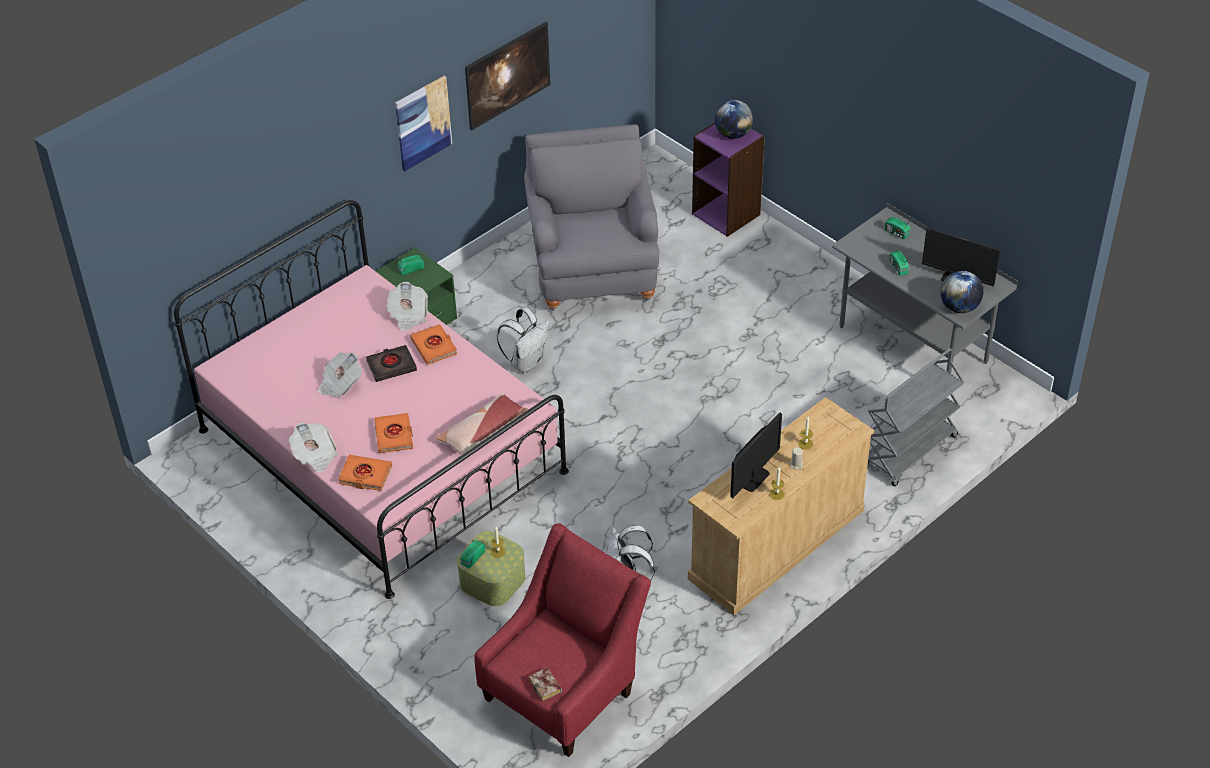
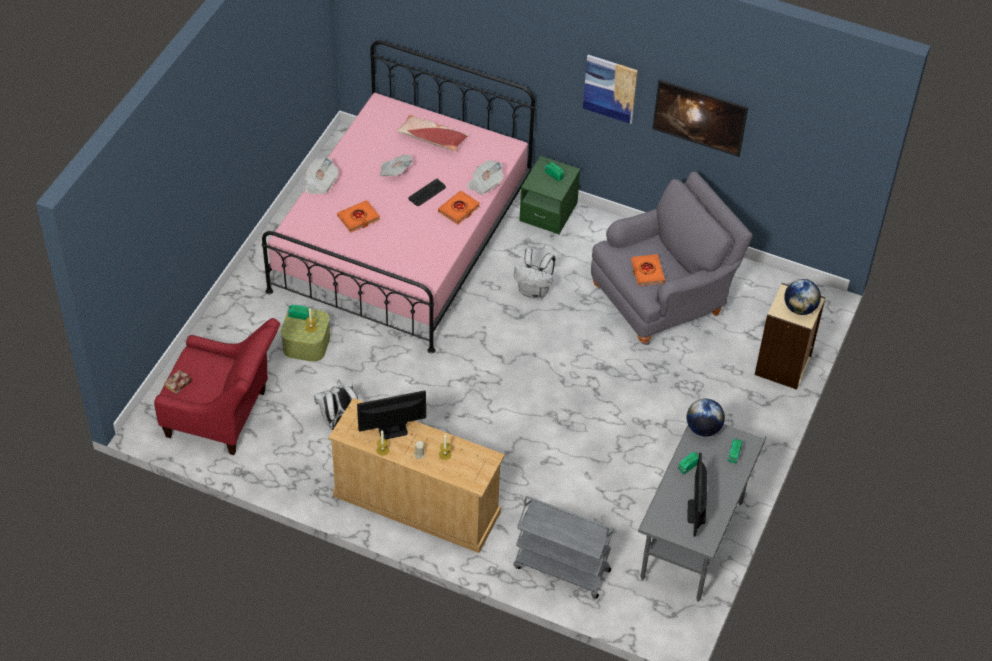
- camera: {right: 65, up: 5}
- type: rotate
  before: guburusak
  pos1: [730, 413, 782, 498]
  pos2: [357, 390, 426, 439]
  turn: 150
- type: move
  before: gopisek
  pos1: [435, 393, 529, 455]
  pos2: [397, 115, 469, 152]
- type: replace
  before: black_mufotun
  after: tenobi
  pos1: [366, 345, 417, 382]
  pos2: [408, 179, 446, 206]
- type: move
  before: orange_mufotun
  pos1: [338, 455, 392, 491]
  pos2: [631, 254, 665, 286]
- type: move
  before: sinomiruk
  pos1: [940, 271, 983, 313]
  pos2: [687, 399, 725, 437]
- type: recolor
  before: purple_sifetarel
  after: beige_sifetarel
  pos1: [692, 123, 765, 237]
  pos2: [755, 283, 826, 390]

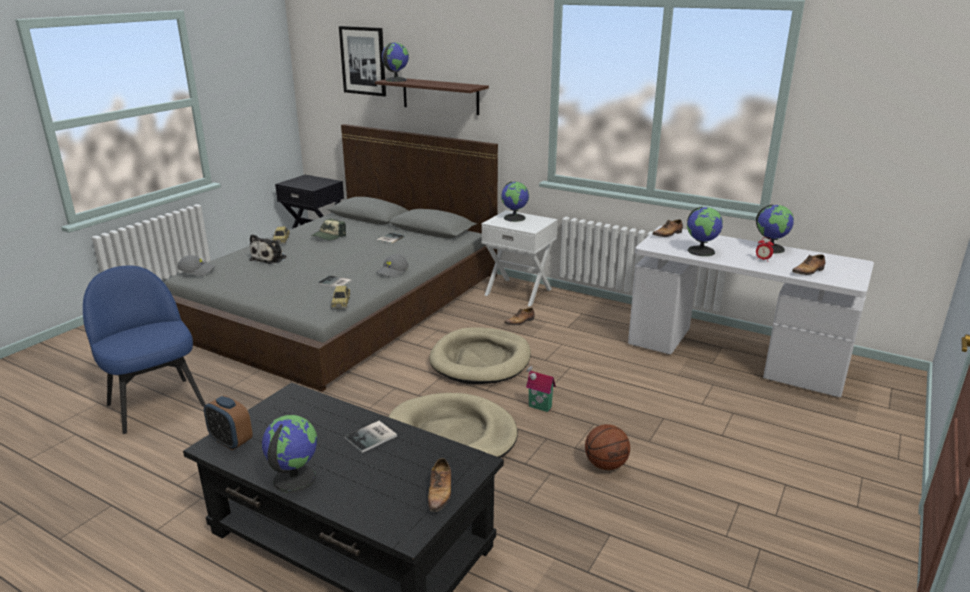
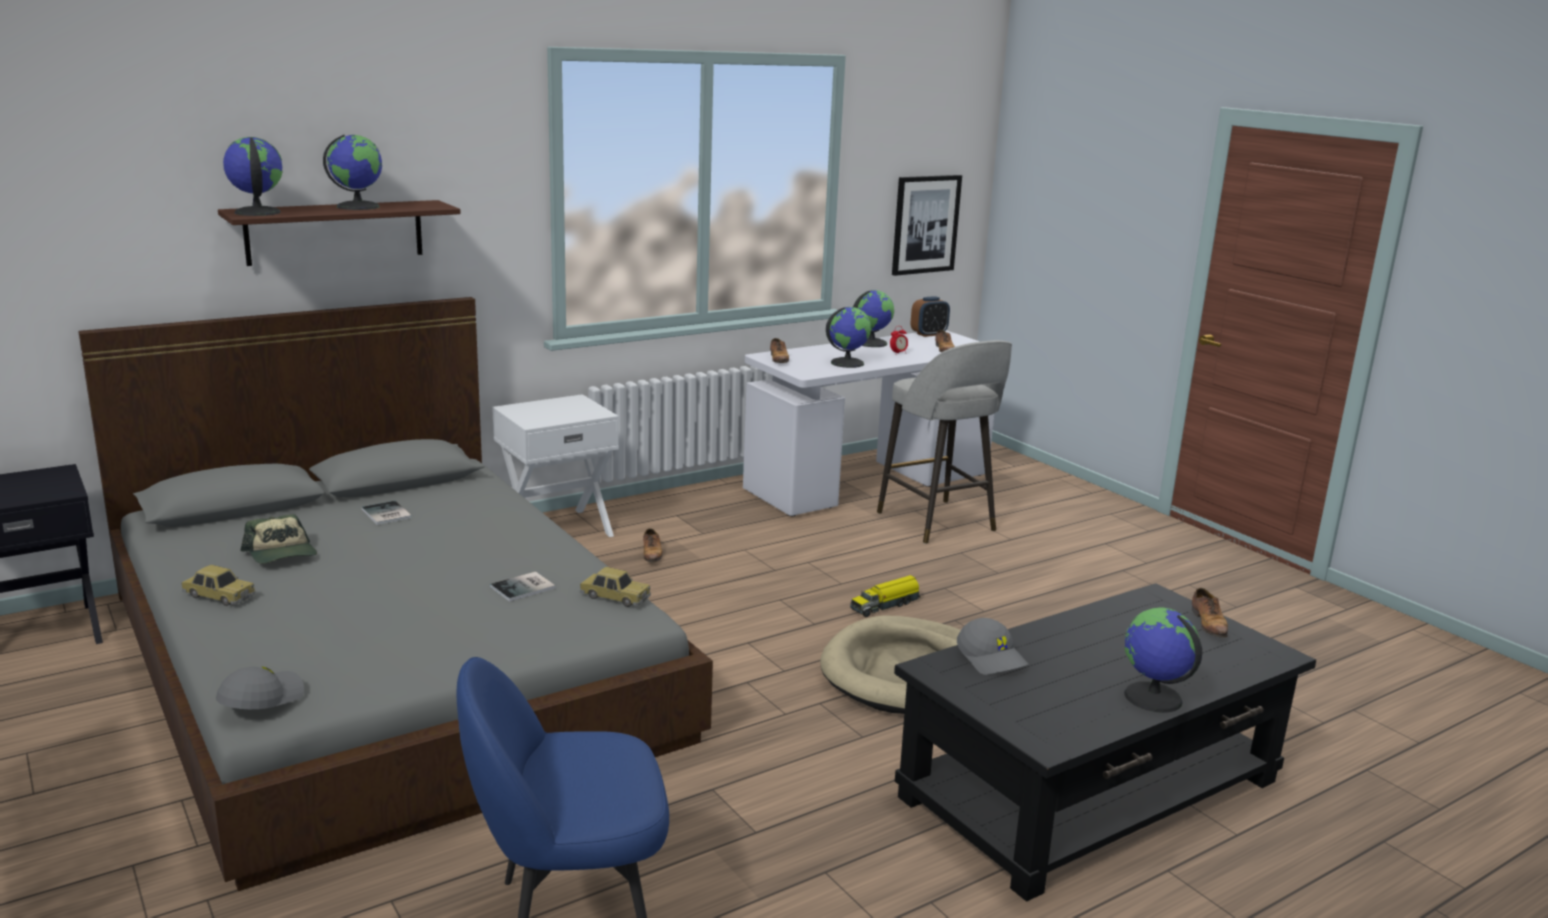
- camera: {right: -65, up: -5}
- type: move
  before: sinomiruk
  pos1: [501, 181, 529, 222]
  pos2: [323, 135, 382, 210]
- type: replace
  before: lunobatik
  after: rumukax
  pos1: [526, 365, 556, 412]
  pos2: [850, 575, 921, 617]
- type: insert
  after: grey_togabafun
  pos2: [877, 340, 1012, 544]
- type: move
  before: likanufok
  pos1: [339, 26, 386, 96]
  pos2: [892, 175, 962, 276]
- type: move
  before: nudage
  pos1: [204, 396, 253, 450]
  pos2: [911, 297, 950, 337]
- type: move
  before: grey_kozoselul
  pos1: [376, 254, 409, 278]
  pos2: [957, 618, 1028, 675]
- type: rotate
  before: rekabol
  pos1: [428, 458, 451, 512]
  pos2: [1192, 588, 1228, 637]
  turn: 60
- type: delete
  before: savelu
  pos1: [249, 234, 287, 264]
- type: delete
  before: mufotun
  pos1: [345, 421, 397, 453]
- type: delete
  before: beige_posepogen
  pos1: [429, 327, 531, 384]
- type: delete
  before: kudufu
  pos1: [585, 424, 630, 470]

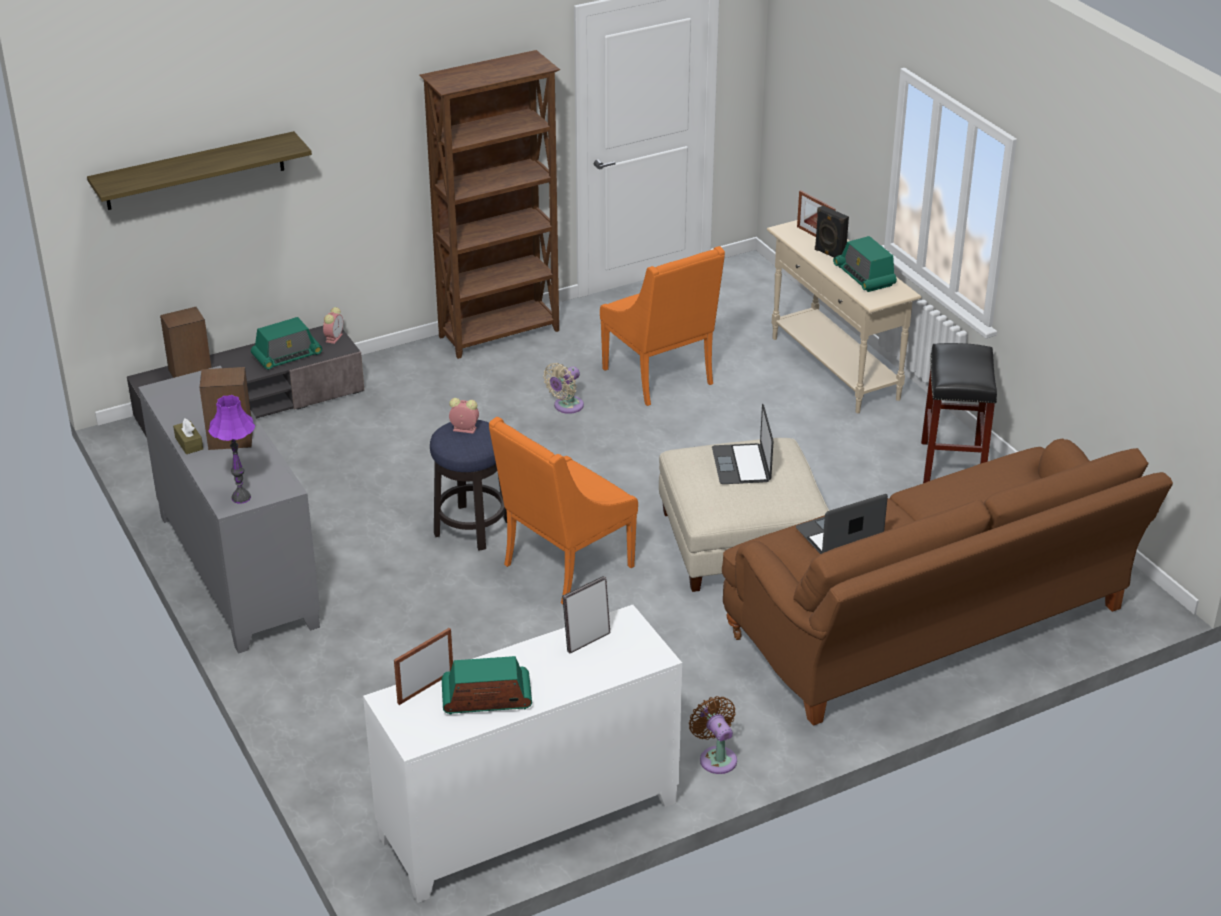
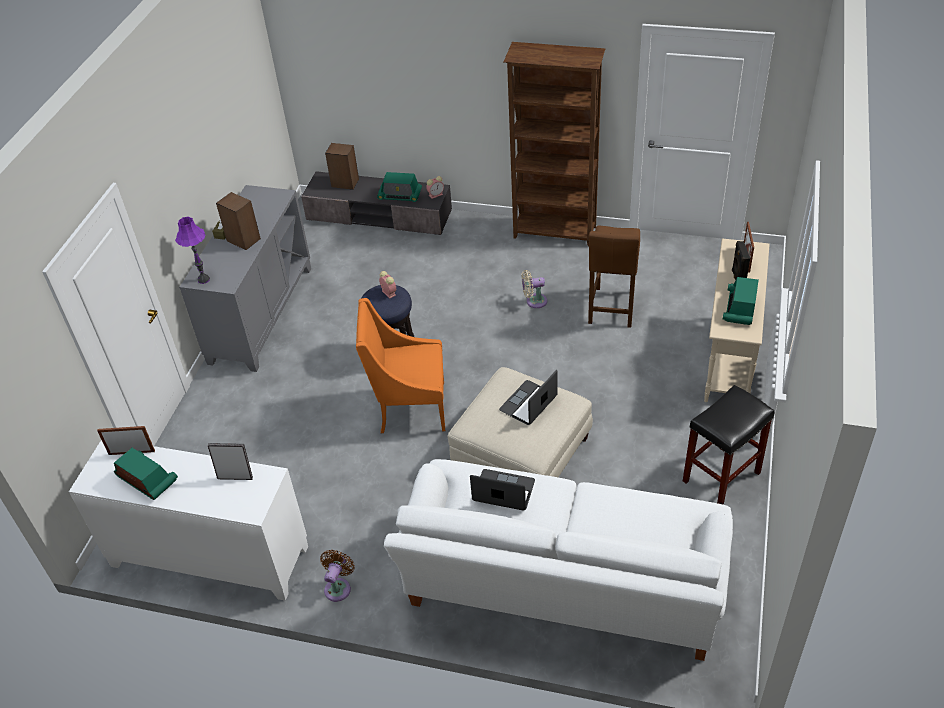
- camera: {right: 45, up: 10}
- type: recolor
  before: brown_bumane
  after: white_bumane
  pos1: [722, 439, 1173, 726]
  pos2: [384, 459, 733, 661]
- type: replace
  before: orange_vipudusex
  after: brown_togabafun
  pos1: [600, 246, 725, 406]
  pos2: [588, 226, 640, 328]
- type: delete
  before: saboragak
  pos1: [87, 131, 312, 210]

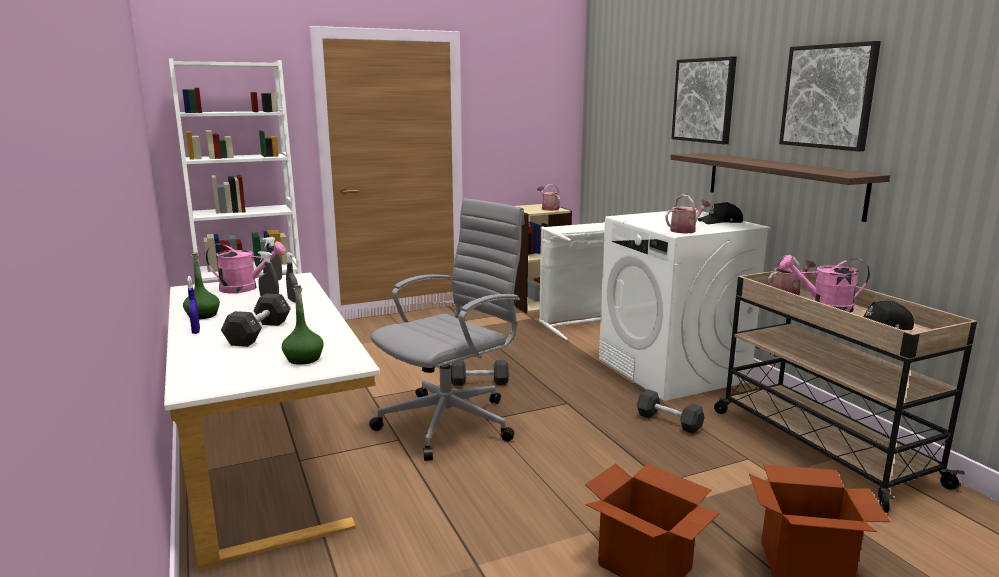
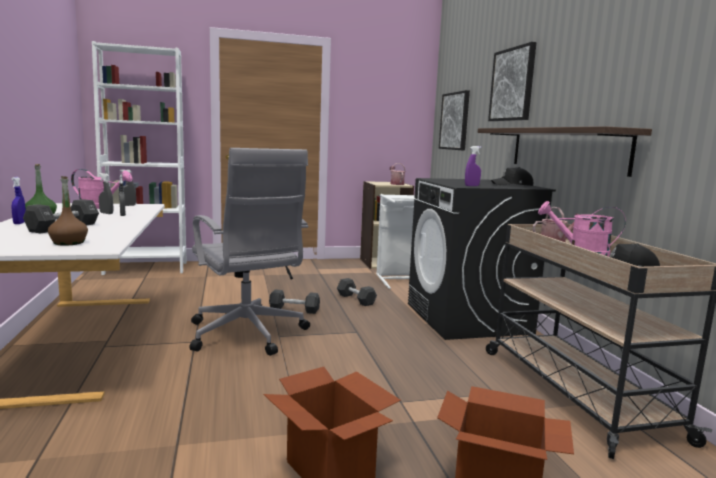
- camera: {right: 10, up: -5}
- type: recolor
  before: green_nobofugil
  after: brown_nobofugil
  pos1: [282, 285, 324, 365]
  pos2: [48, 176, 88, 246]
- type: rotate
  before: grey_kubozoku
  pos1: [369, 198, 525, 461]
  pos2: [190, 148, 310, 356]
  turn: 90
- type: move
  before: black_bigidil
  pos1: [637, 389, 705, 434]
  pos2: [337, 278, 377, 306]
- type: recolor
  before: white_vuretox
  after: black_vuretox
  pos1: [599, 210, 771, 401]
  pos2: [408, 178, 556, 340]
- type: move
  before: likanufok
  pos1: [779, 41, 881, 151]
  pos2: [439, 90, 470, 150]
- type: replace
  before: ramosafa
  after: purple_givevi
  pos1: [665, 195, 711, 234]
  pos2: [465, 146, 481, 186]

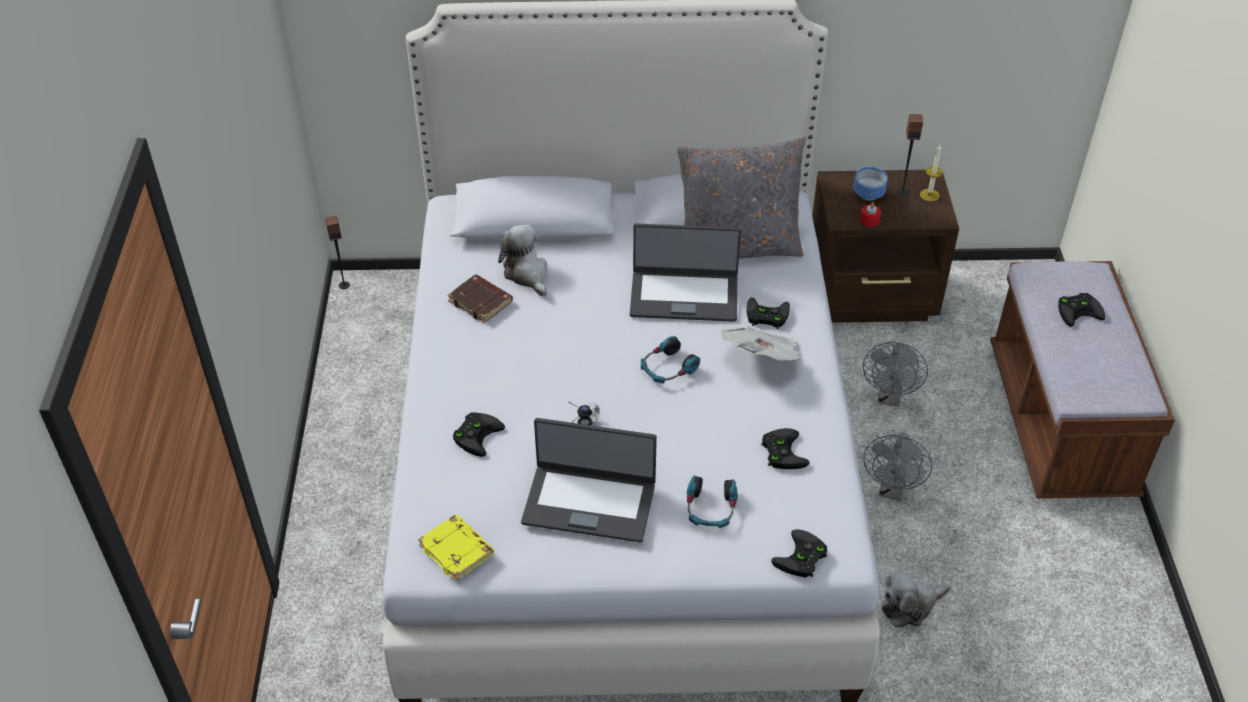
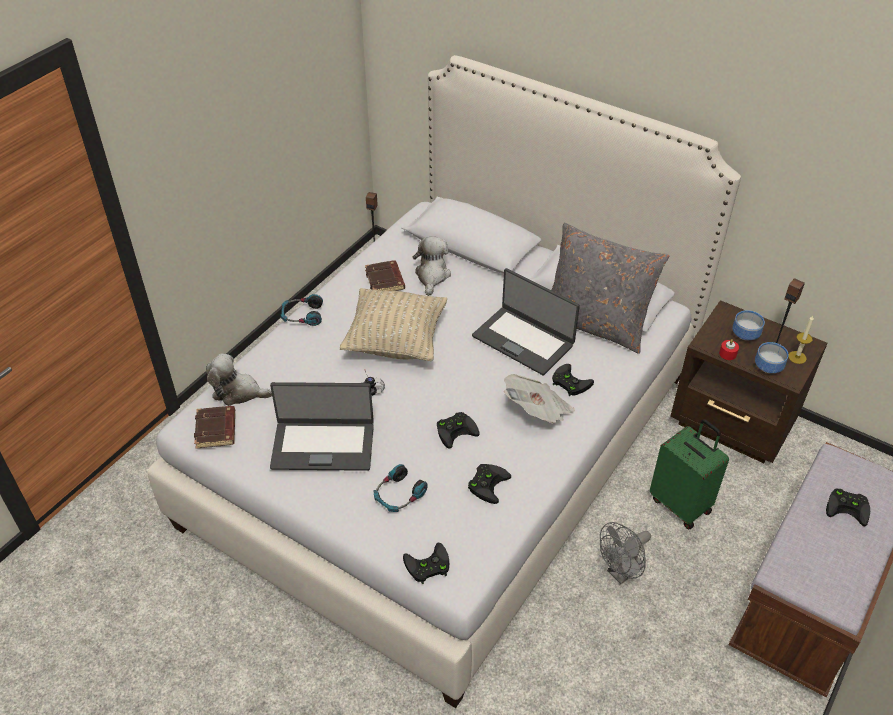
- camera: {right: 35, up: 0}
- type: recolor
  before: yellow_mufotun
  after: brown_mufotun
  pos1: [418, 514, 494, 581]
  pos2: [194, 406, 235, 449]
- type: move
  before: savelu
  pos1: [882, 571, 951, 627]
  pos2: [206, 353, 272, 406]
- type: rotate
  before: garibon
  pos1: [521, 418, 657, 543]
  pos2: [270, 382, 374, 471]
  turn: -45
- type: move
  before: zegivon
  pos1: [641, 336, 700, 383]
  pos2: [281, 294, 323, 326]
- type: insert
  after: beige_gopisek
  pos2: [340, 288, 447, 361]
- type: move
  before: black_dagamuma
  pos1: [453, 412, 505, 457]
  pos2: [437, 412, 480, 449]
- type: replace
  before: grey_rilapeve
  after: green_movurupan
  pos1: [863, 342, 928, 407]
  pos2: [650, 419, 729, 529]
- type: insert
  after: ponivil
  pos2: [755, 342, 789, 373]

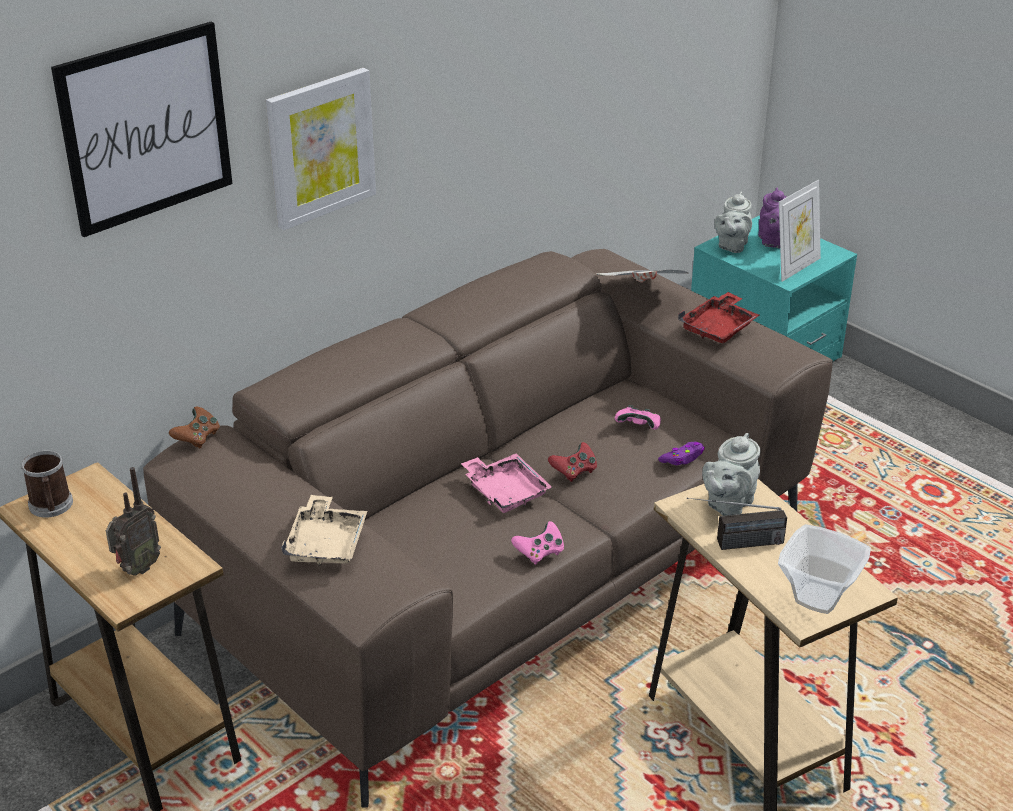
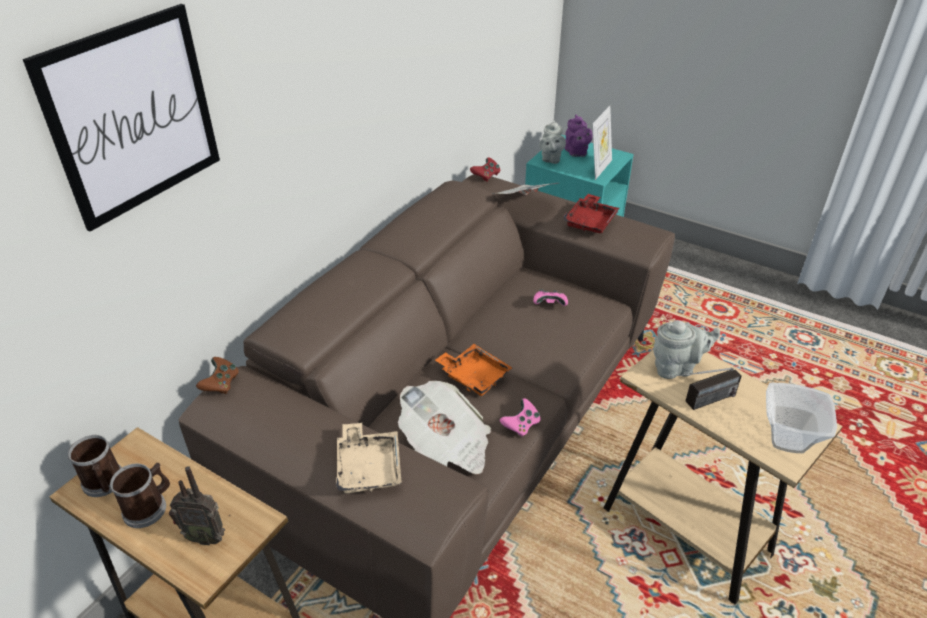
- camera: {right: -15, up: 5}
- type: insert
  after: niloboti
  pos2: [110, 463, 170, 528]
- type: rotate
  before: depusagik
  pos1: [106, 467, 161, 576]
  pos2: [169, 466, 225, 545]
  turn: 75
- type: insert
  after: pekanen
  pos2: [398, 381, 491, 474]
- type: recolor
  before: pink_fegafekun
  after: orange_fegafekun
  pos1: [461, 453, 552, 513]
  pos2: [435, 344, 512, 396]
- type: move
  before: red_dagamuma
  pos1: [548, 442, 597, 482]
  pos2: [470, 157, 501, 182]
- type: rotate
  before: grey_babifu
  pos1: [702, 433, 760, 516]
  pos2: [654, 320, 720, 379]
  turn: -120
- type: delete
  before: likanufok
  pos1: [266, 68, 376, 230]
- type: delete
  before: purple_dagamuma
  pos1: [658, 441, 705, 465]

